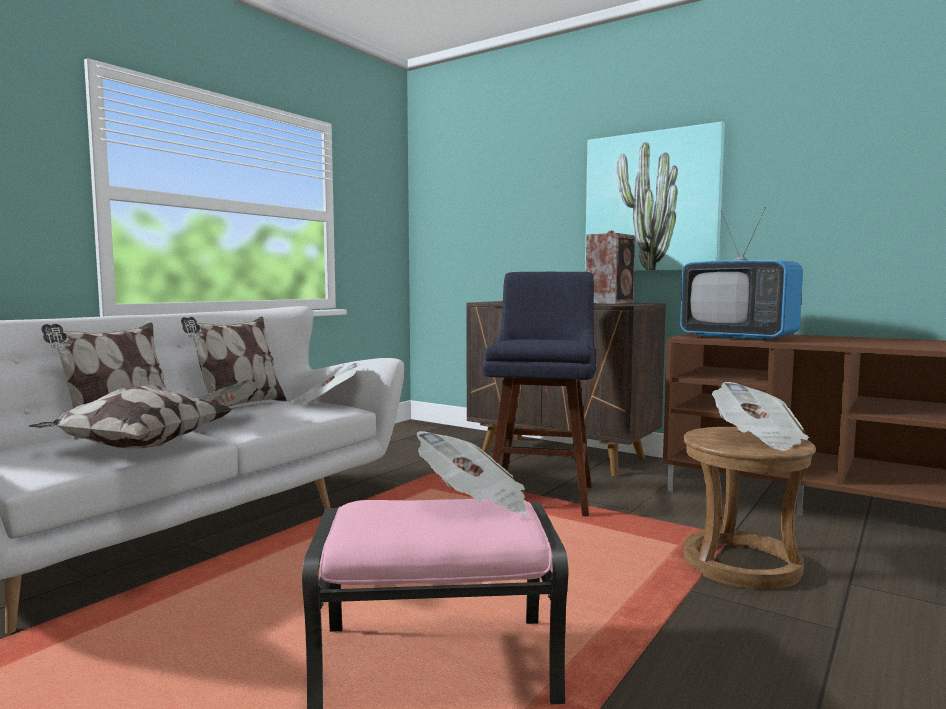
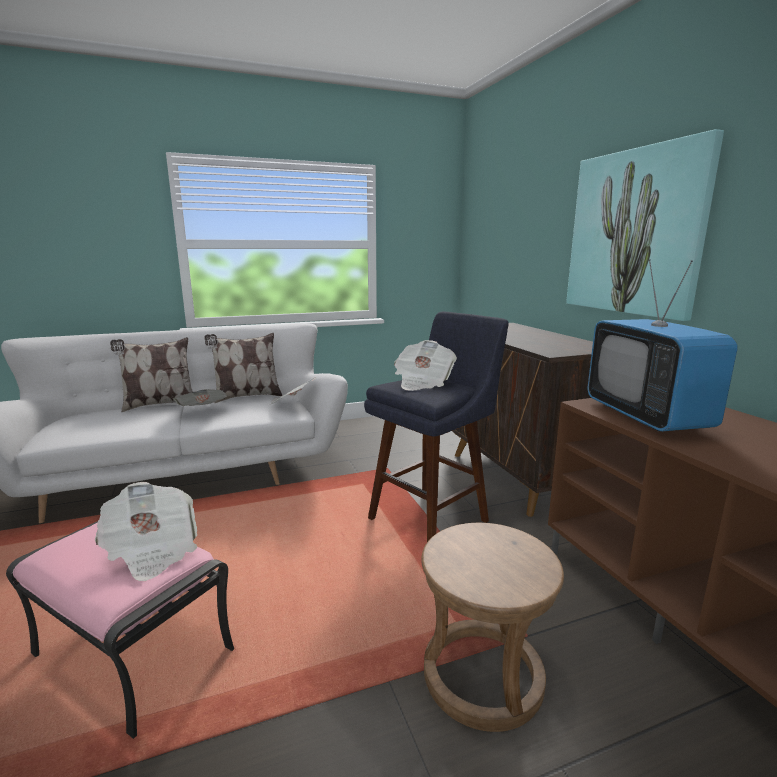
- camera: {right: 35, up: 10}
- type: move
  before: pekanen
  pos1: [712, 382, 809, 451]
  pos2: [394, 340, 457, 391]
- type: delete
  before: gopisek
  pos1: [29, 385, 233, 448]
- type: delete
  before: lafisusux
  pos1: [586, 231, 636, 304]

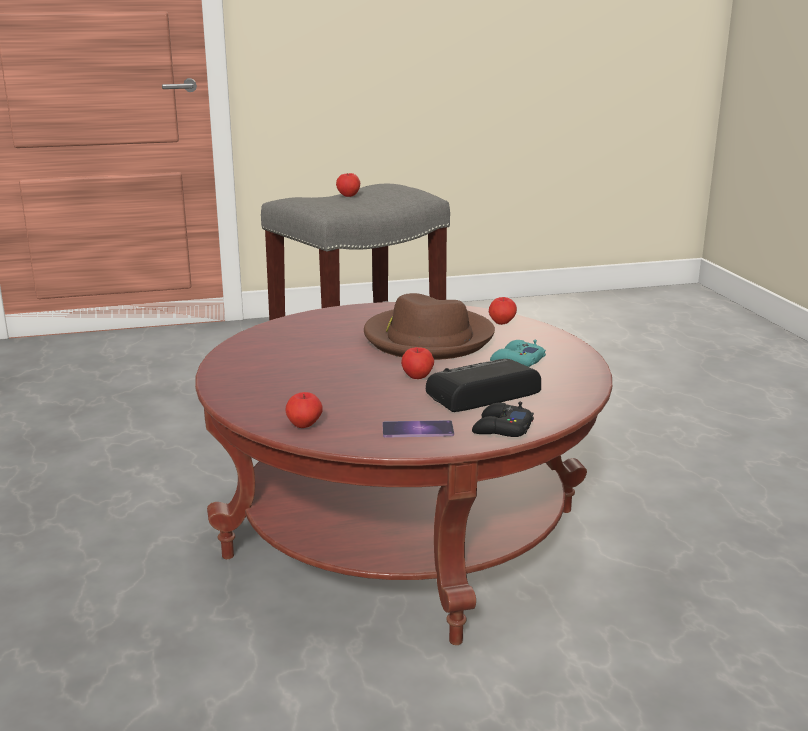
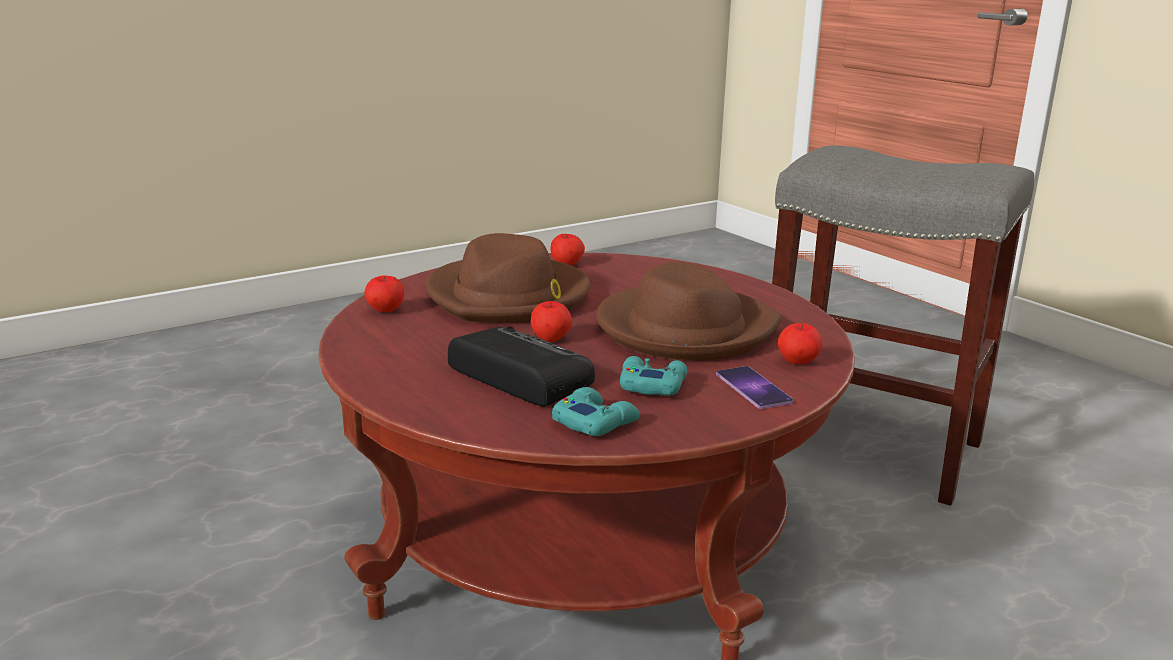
- camera: {right: 70, up: 0}
- type: insert
  after: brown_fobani
  pos2: [426, 233, 590, 323]
- type: move
  before: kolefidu
  pos1: [336, 173, 360, 197]
  pos2: [550, 234, 585, 266]
- type: insert
  after: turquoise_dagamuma
  pos2: [552, 387, 640, 436]
- type: move
  before: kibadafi
  pos1: [383, 420, 454, 438]
  pos2: [716, 366, 794, 409]
- type: delete
  before: black_dagamuma
  pos1: [472, 402, 534, 437]

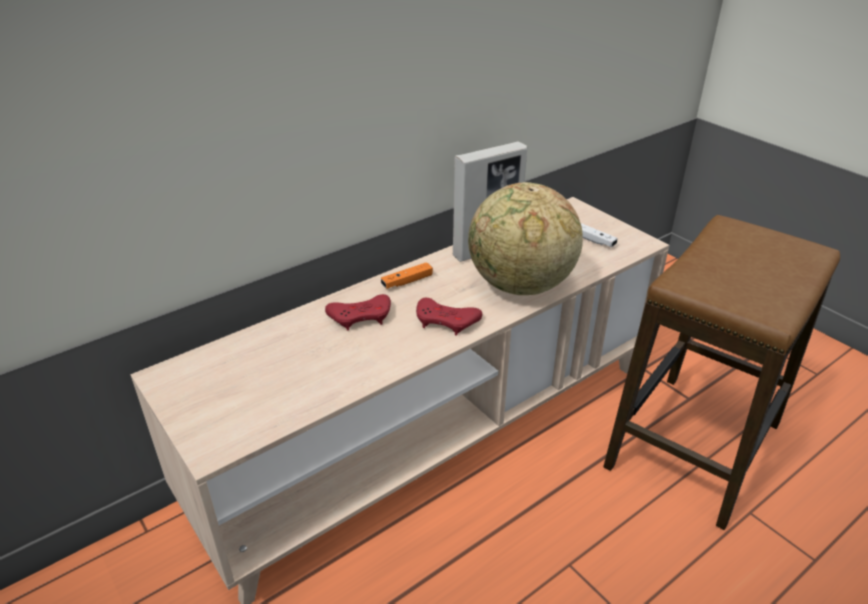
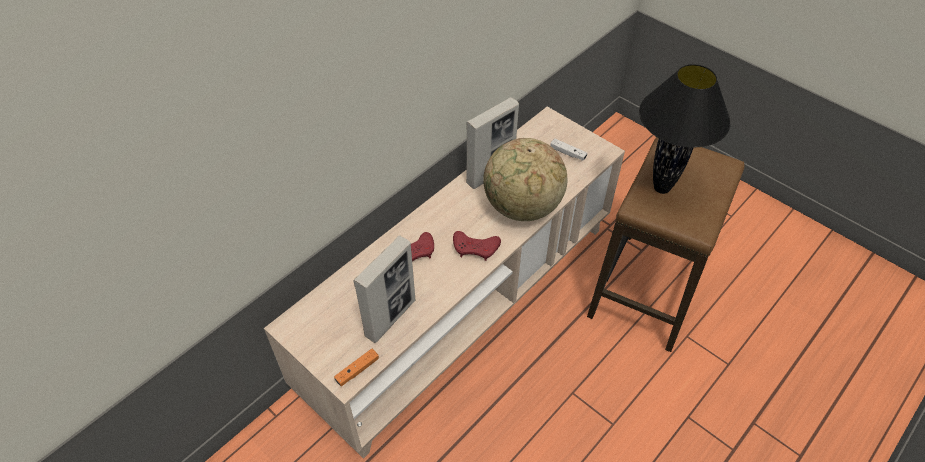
- camera: {right: -10, up: 15}
- type: move
  before: orange_dagamuma
  pos1: [381, 262, 433, 289]
  pos2: [334, 349, 379, 387]
- type: insert
  after: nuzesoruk
  pos2: [353, 235, 415, 343]
- type: insert
  after: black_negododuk
  pos2: [639, 64, 731, 194]

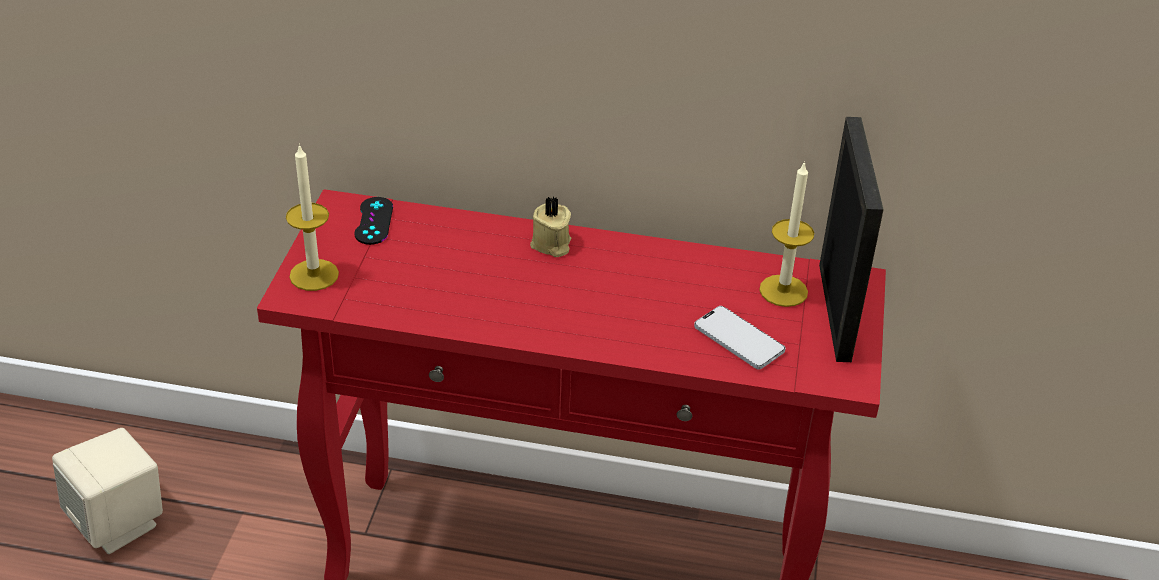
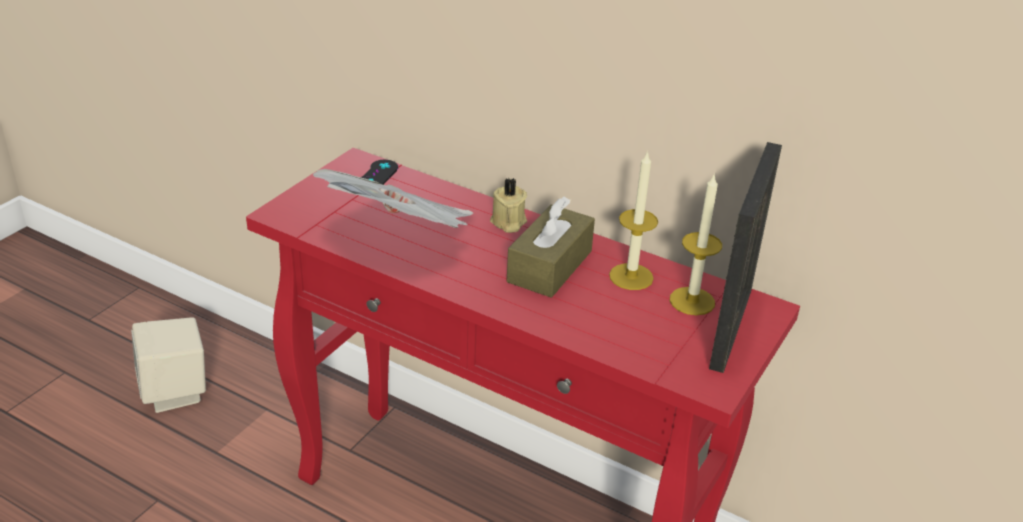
- camera: {right: 20, up: -5}
- type: insert
  after: pekanen
  pos2: [313, 169, 473, 228]
- type: insert
  after: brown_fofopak
  pos2: [507, 196, 595, 298]
- type: move
  before: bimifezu
  pos1: [286, 144, 339, 291]
  pos2: [609, 150, 658, 290]
- type: delete
  before: kibadafi
  pos1: [694, 306, 786, 369]

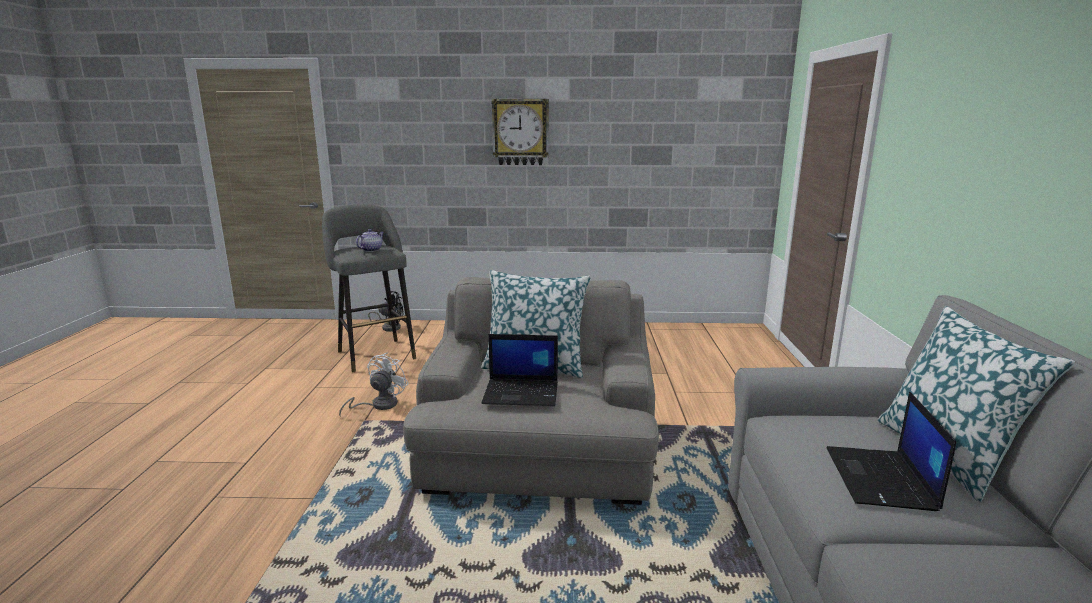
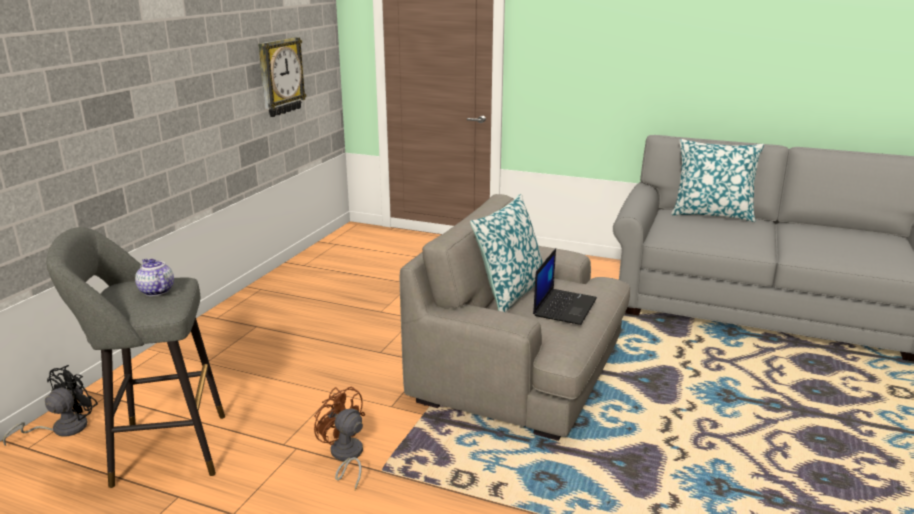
- camera: {right: -70, up: 5}
- type: move
  before: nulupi
  pos1: [491, 99, 549, 165]
  pos2: [258, 37, 306, 117]
- type: recolor
  before: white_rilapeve
  after: brown_rilapeve
  pos1: [339, 352, 409, 417]
  pos2: [314, 386, 365, 490]
- type: delete
  before: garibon
  pos1: [826, 391, 956, 511]

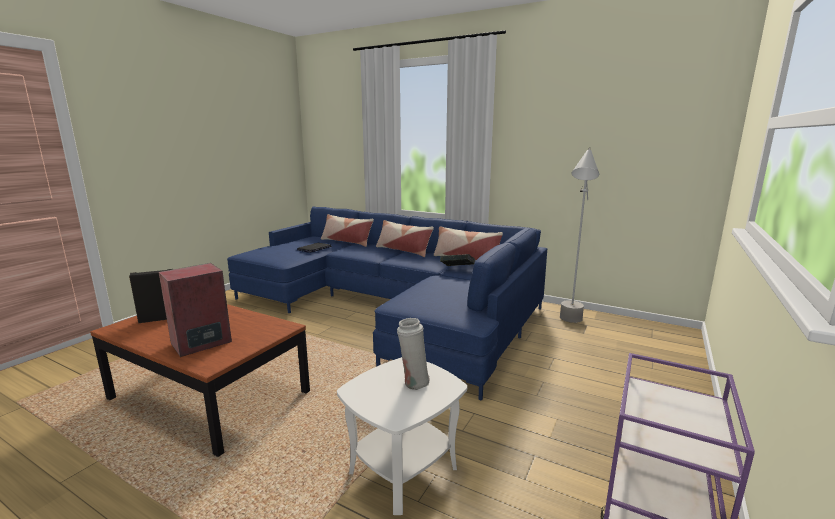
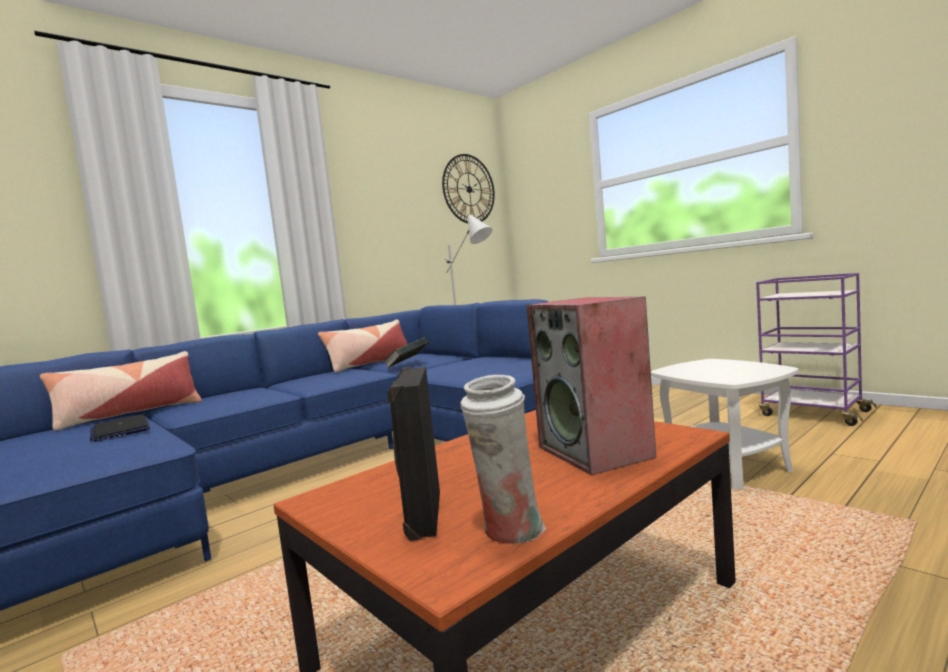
- camera: {right: -70, up: -10}
- type: insert
  after: nulupi
  pos2: [442, 154, 495, 223]
- type: move
  before: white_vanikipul
  pos1: [397, 318, 430, 390]
  pos2: [460, 375, 546, 544]
- type: delete
  before: gopisek
  pos1: [376, 220, 434, 257]

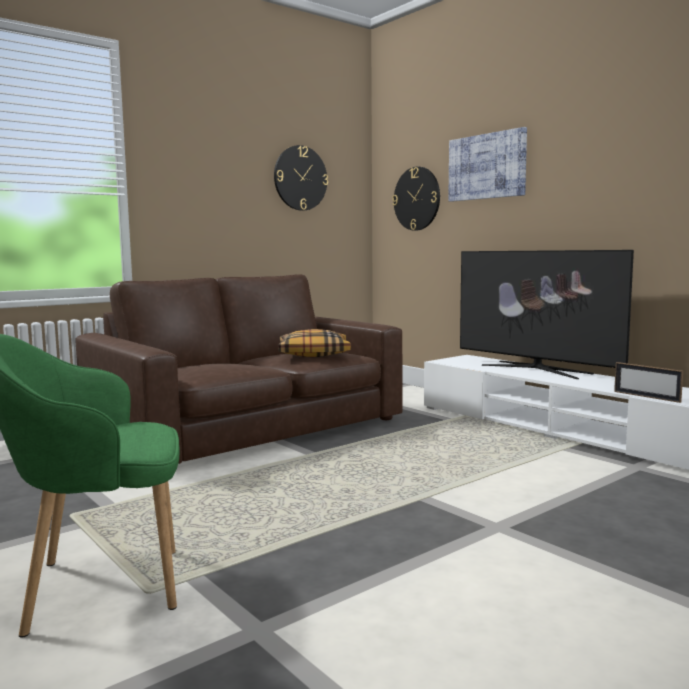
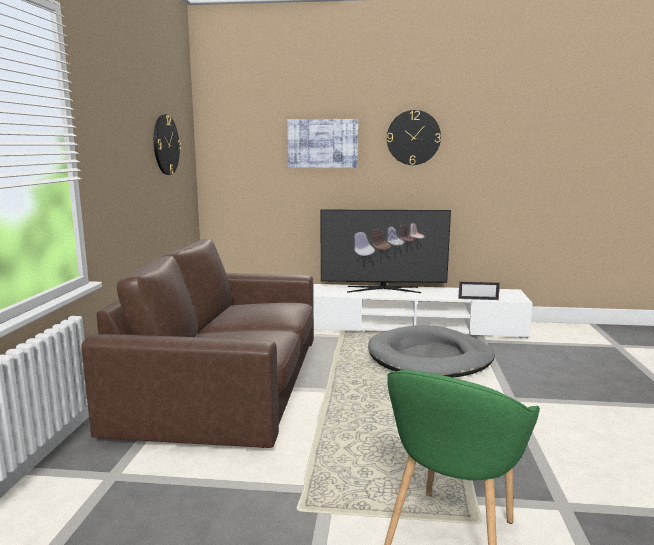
- camera: {right: -45, up: 5}
- type: insert
  after: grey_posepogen
  pos2: [368, 325, 495, 378]
- type: move
  before: nulupi
  pos1: [392, 167, 440, 231]
  pos2: [387, 110, 441, 165]
- type: delete
  before: gopisek
  pos1: [278, 329, 351, 357]

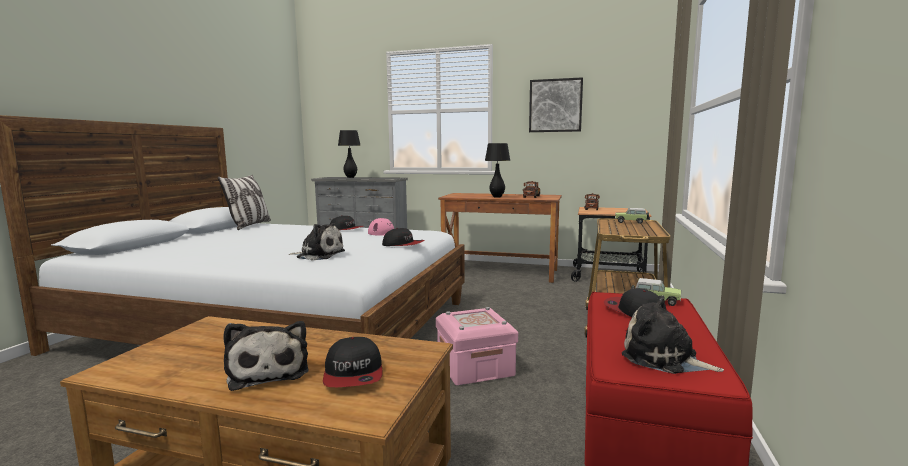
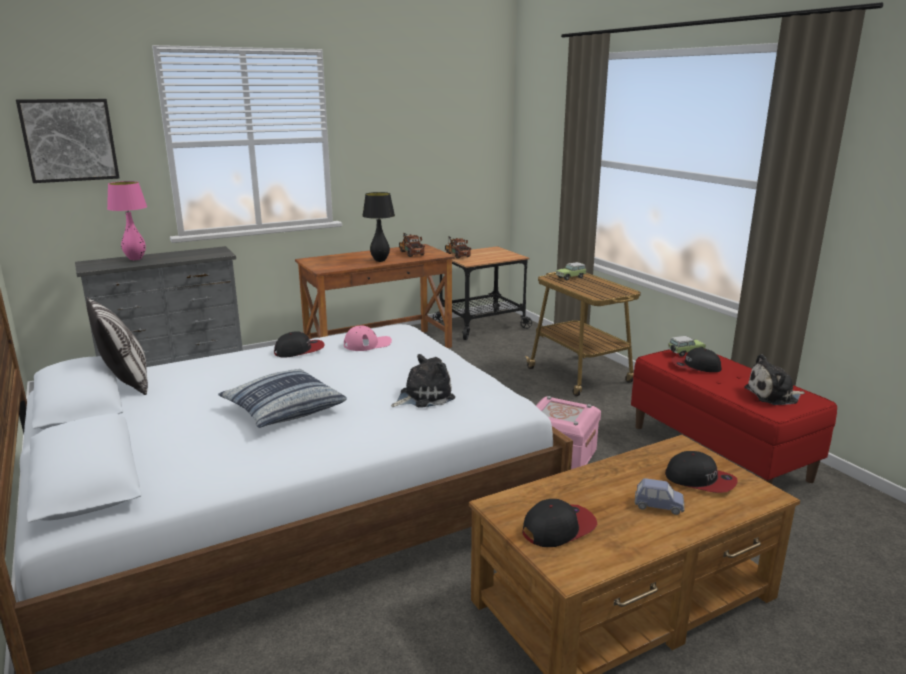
- camera: {right: -45, up: 10}
- type: move
  before: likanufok
  pos1: [529, 77, 583, 132]
  pos2: [16, 99, 119, 183]
- type: recolor
  before: black_negododuk
  after: pink_negododuk
  pos1: [338, 130, 361, 178]
  pos2: [107, 181, 147, 260]
- type: insert
  after: gopisek
  pos2: [218, 369, 347, 428]
- type: move
  before: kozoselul
  pos1: [382, 228, 425, 246]
  pos2: [522, 499, 597, 547]
- type: replace
  before: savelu
  after: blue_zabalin
  pos1: [223, 321, 309, 391]
  pos2: [635, 478, 684, 515]

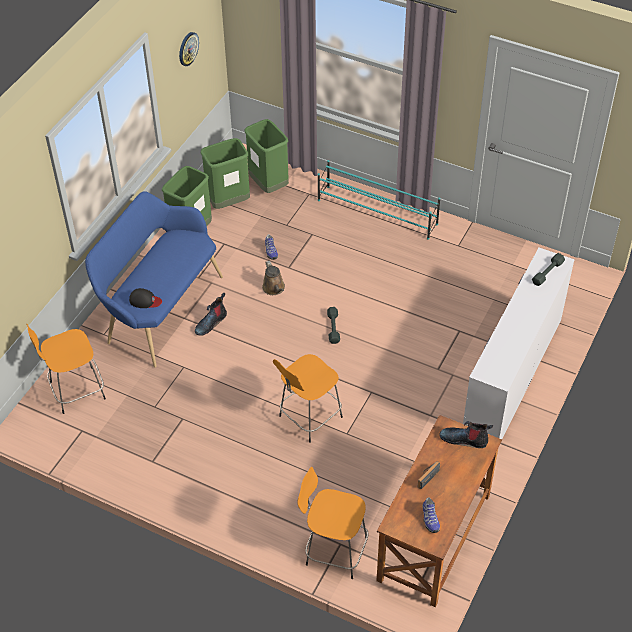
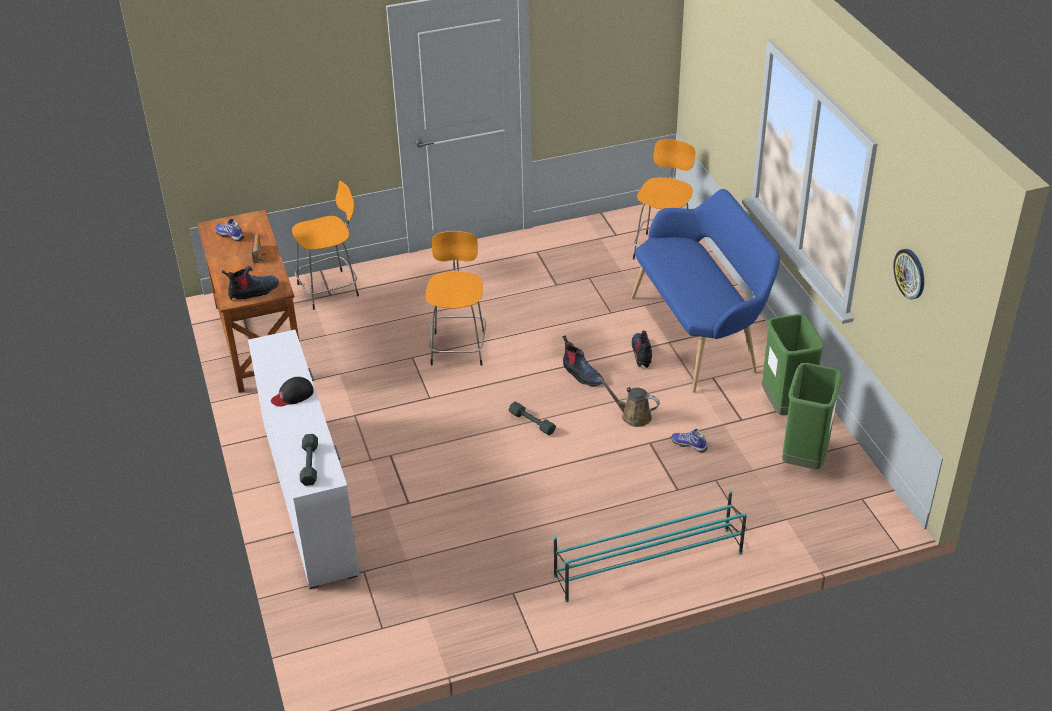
- camera: {right: 135, up: -10}
- type: move
  before: black_kozoselul
  pos1: [129, 288, 162, 308]
  pos2: [271, 377, 314, 407]
- type: insert
  after: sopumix
  pos2: [563, 335, 604, 387]
- type: delete
  before: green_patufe
  pos1: [244, 119, 289, 193]

